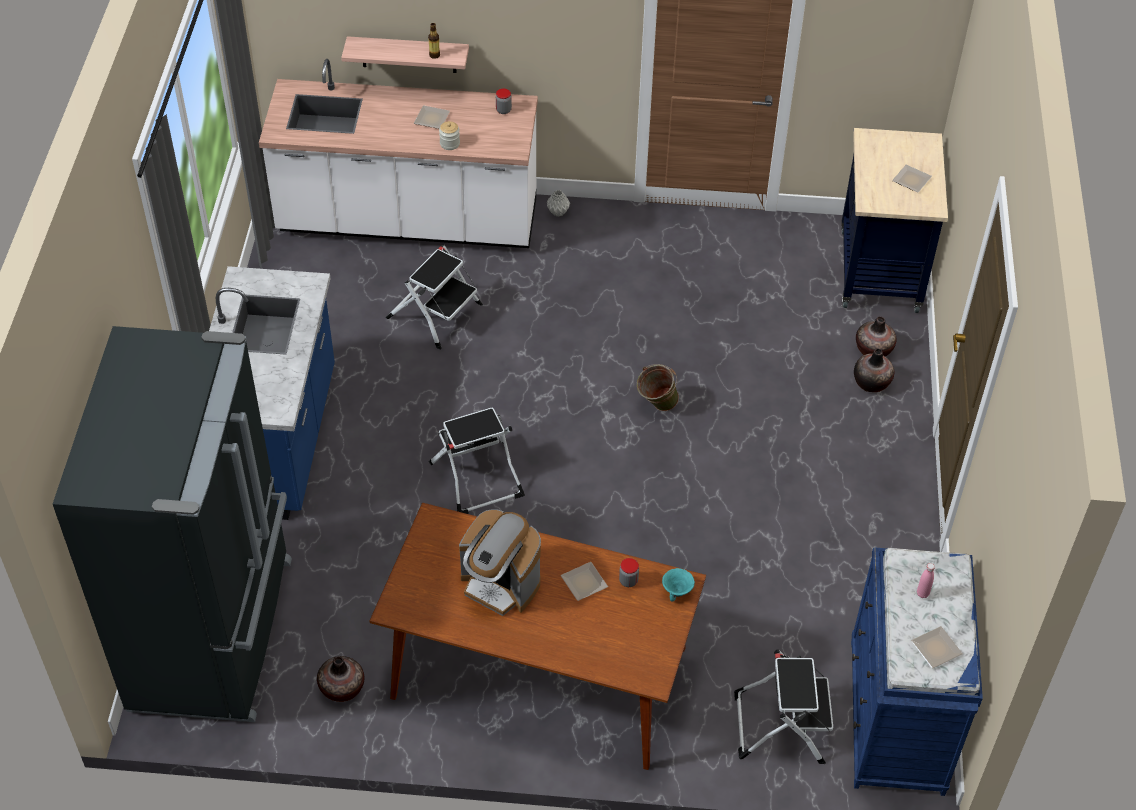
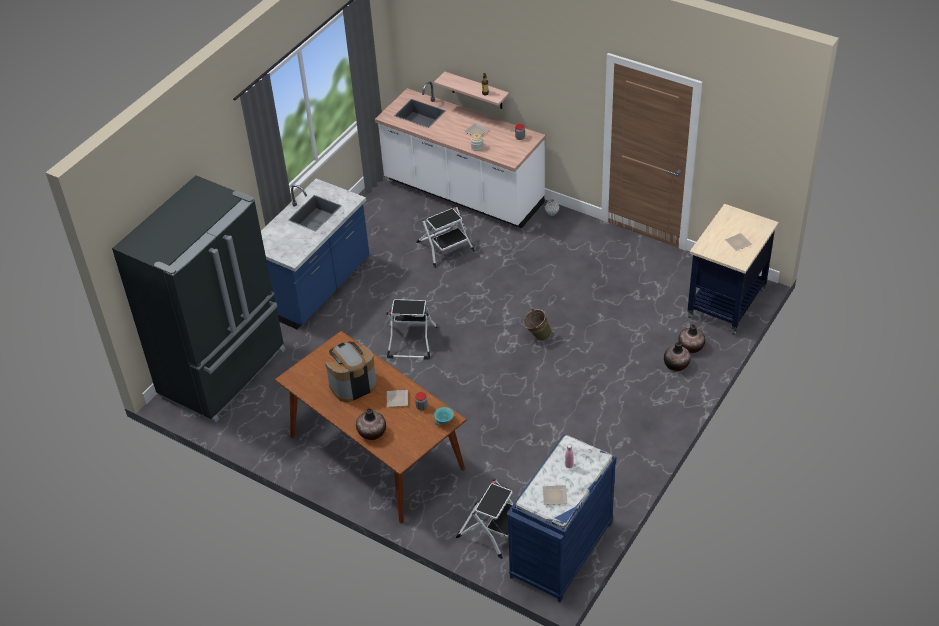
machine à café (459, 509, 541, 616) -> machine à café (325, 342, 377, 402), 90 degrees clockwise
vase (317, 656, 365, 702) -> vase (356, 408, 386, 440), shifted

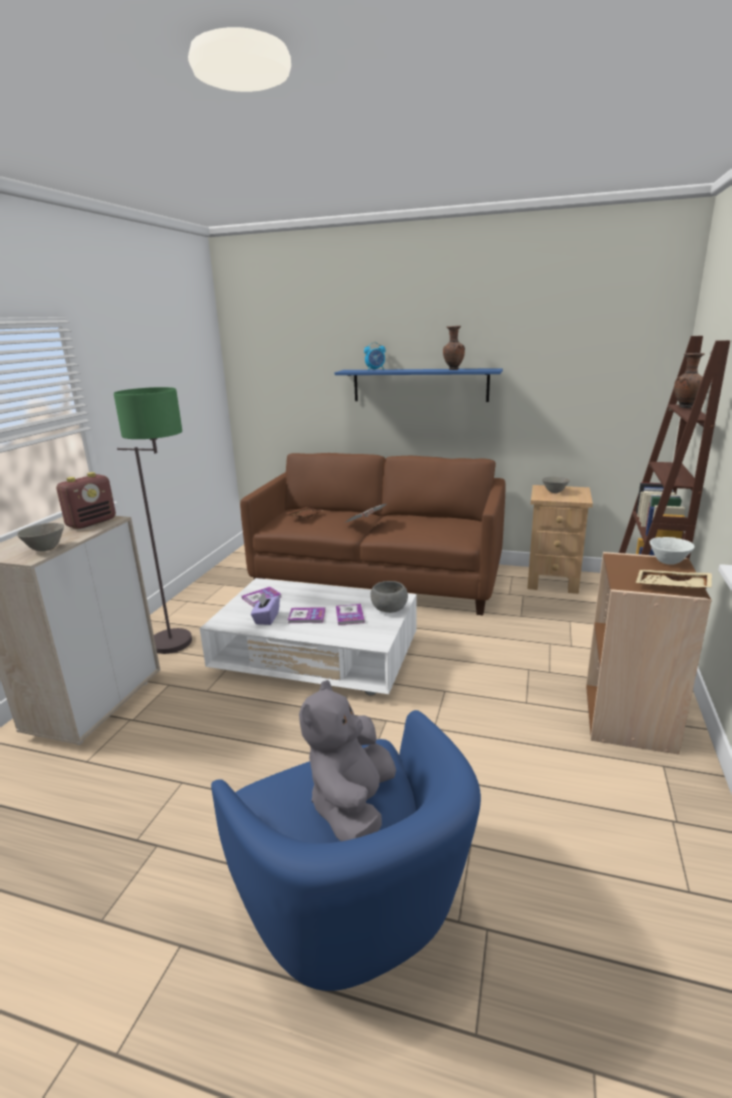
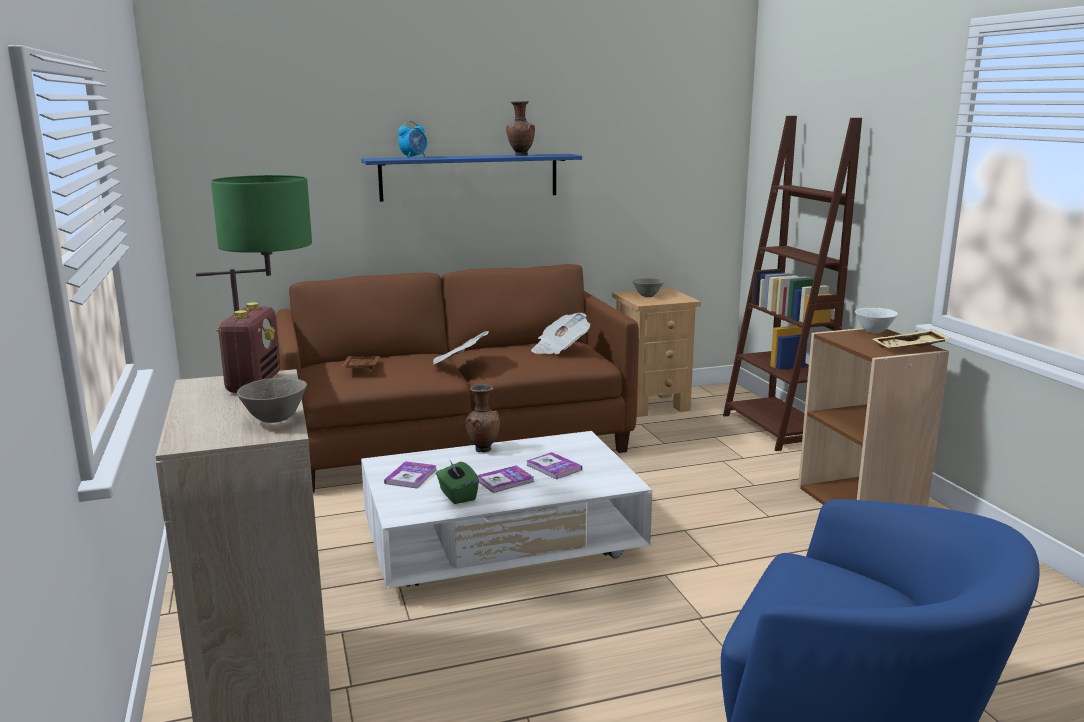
boîte à mouchoirs [violet] (251, 592, 280, 625) -> boîte à mouchoirs [vert] (436, 459, 479, 504)
vase [marron] (674, 353, 704, 408) -> vase [marron] (466, 384, 500, 452), shifted
none -> journal (531, 313, 590, 354)
peluche [gris] (299, 680, 396, 841) -> none
bol [gris] (370, 581, 408, 613) -> none

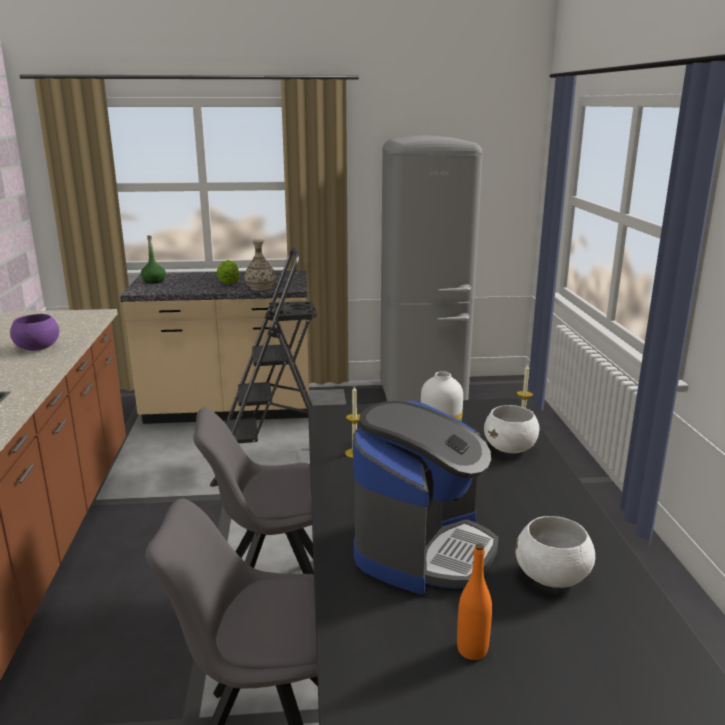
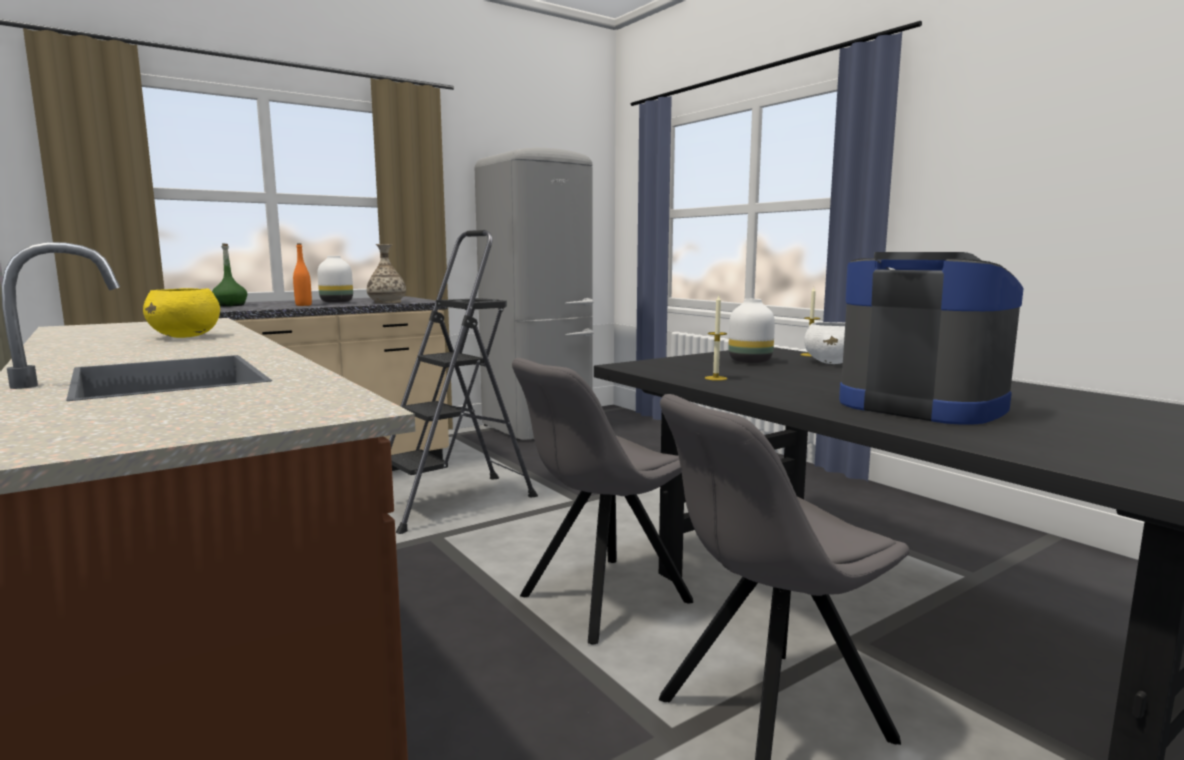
bol [violet] (10, 314, 59, 351) -> bol [jaune] (143, 288, 220, 338)
bouteille [orange] (457, 544, 492, 660) -> bouteille [orange] (293, 243, 312, 306), shifted
laitue (216, 260, 239, 284) -> vase [blanc] (317, 256, 353, 303)
machine à café (353, 401, 499, 595) -> machine à café (839, 252, 1024, 425), 45 degrees counterclockwise
bol [blanc] (515, 516, 595, 588) -> none

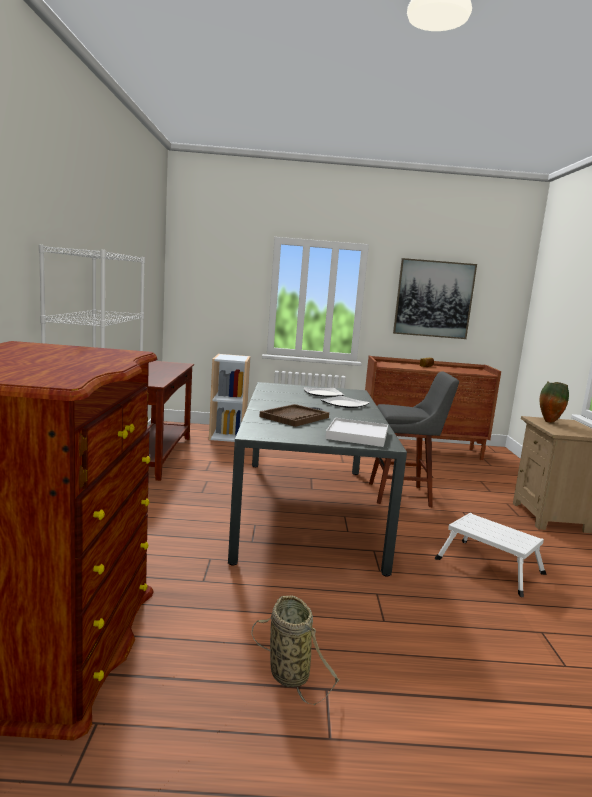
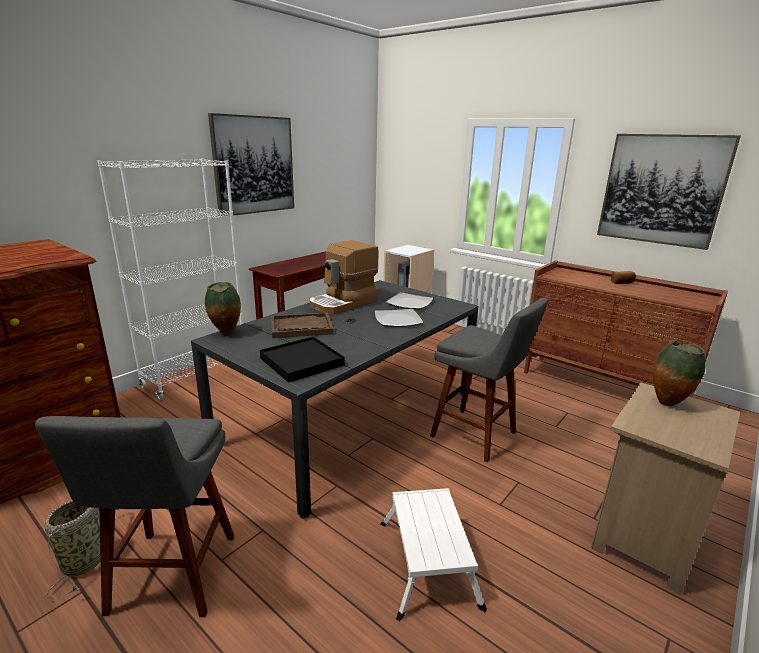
none -> tabouret [gris] (35, 416, 234, 617)
none -> vase (205, 282, 241, 335)
none -> tableau (208, 113, 294, 217)
plateau [blanc] (325, 418, 388, 447) -> plateau [noir] (260, 337, 345, 383)
none -> machine à café (310, 240, 379, 314)

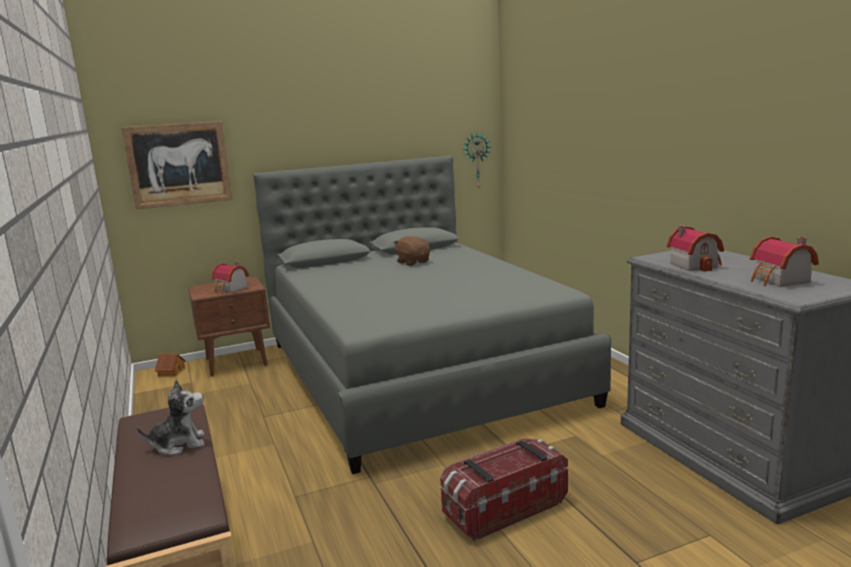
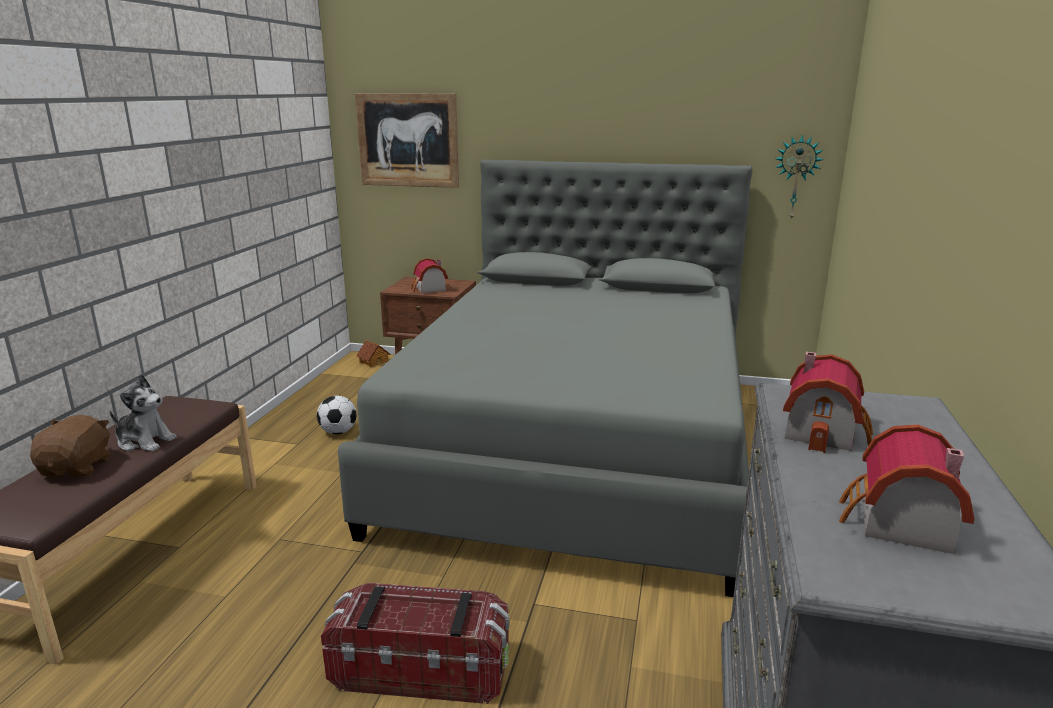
peluche [marron] (393, 236, 430, 266) -> peluche [marron] (30, 415, 111, 477), shifted
none -> ballon de foot (317, 396, 357, 434)

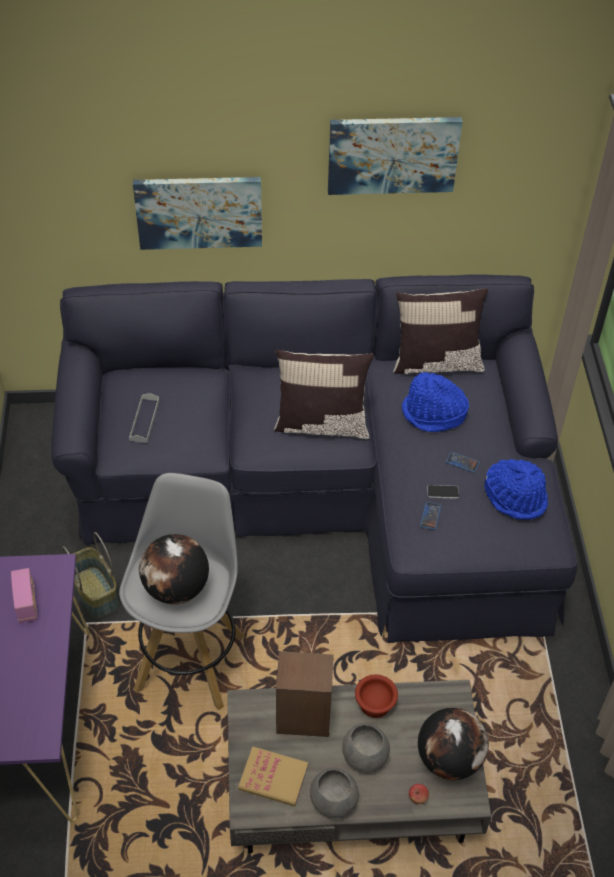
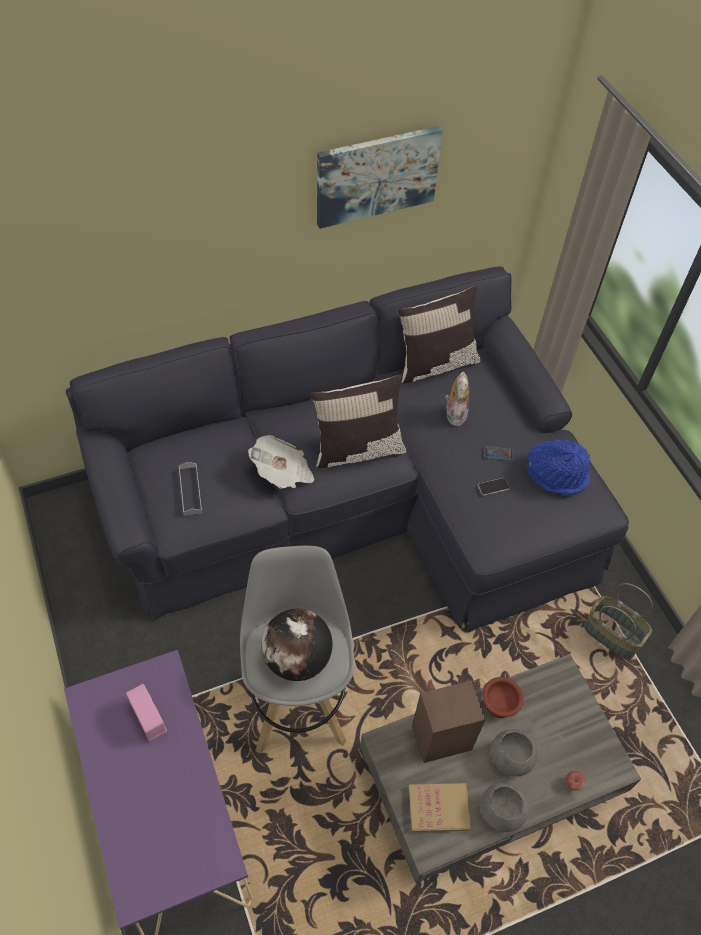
none -> journal (248, 435, 315, 489)
chapeau [bleu] (402, 372, 469, 432) -> peluche (445, 372, 470, 426)
panier (62, 532, 119, 618) -> panier (584, 583, 653, 659), shifted
tableau (133, 177, 262, 250) -> none
globe (418, 708, 489, 780) -> none
téléphone (420, 502, 441, 530) -> none

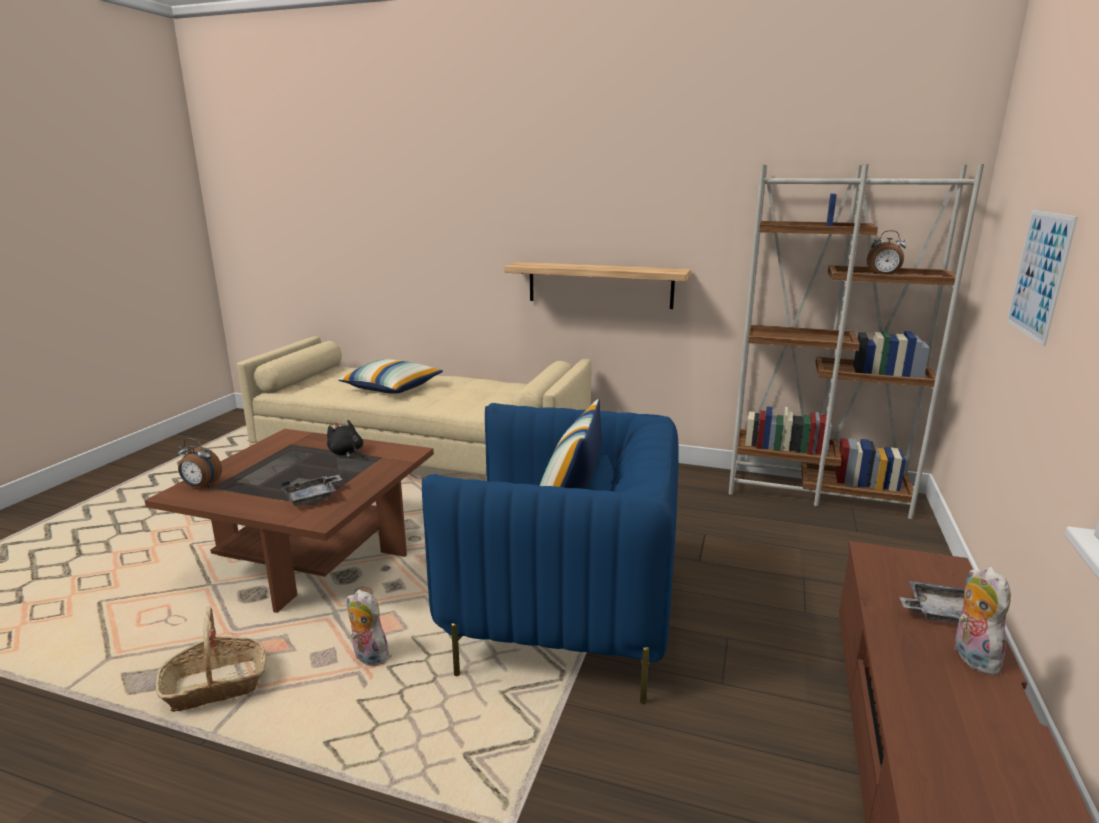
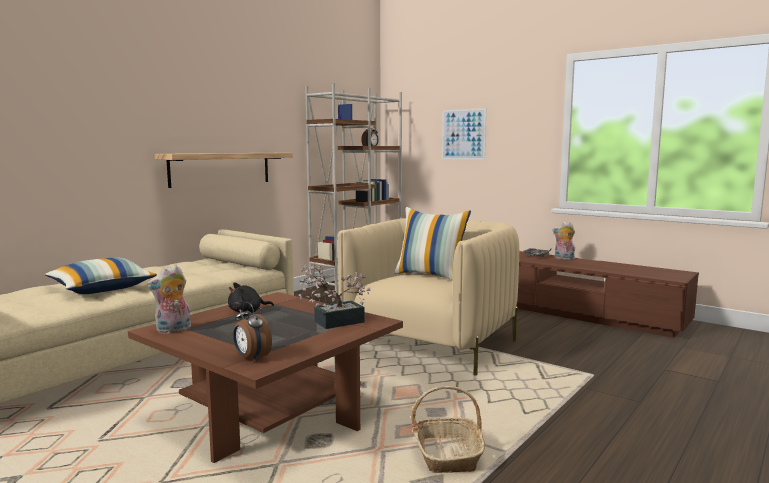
peluche (347, 590, 390, 666) -> peluche (147, 265, 191, 334), shifted
réveil (177, 438, 222, 488) -> réveil (233, 302, 272, 362), 105 degrees clockwise
plateau [gris] (282, 475, 342, 506) -> plante en pot (299, 265, 370, 329)
fauteuil [bleu] (422, 403, 679, 704) -> fauteuil [beige] (337, 218, 519, 376)

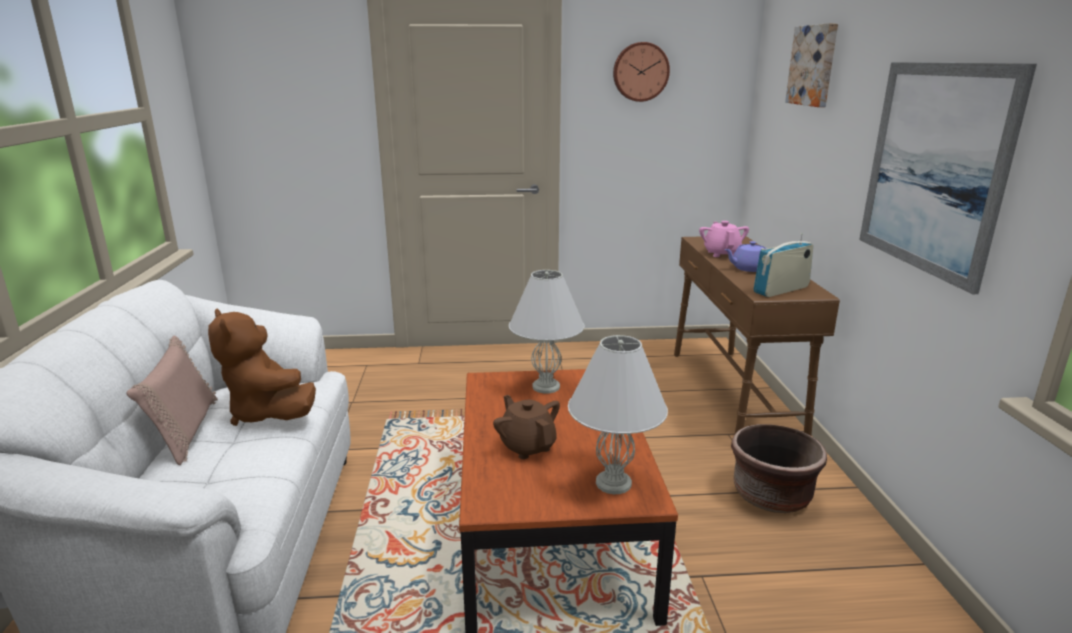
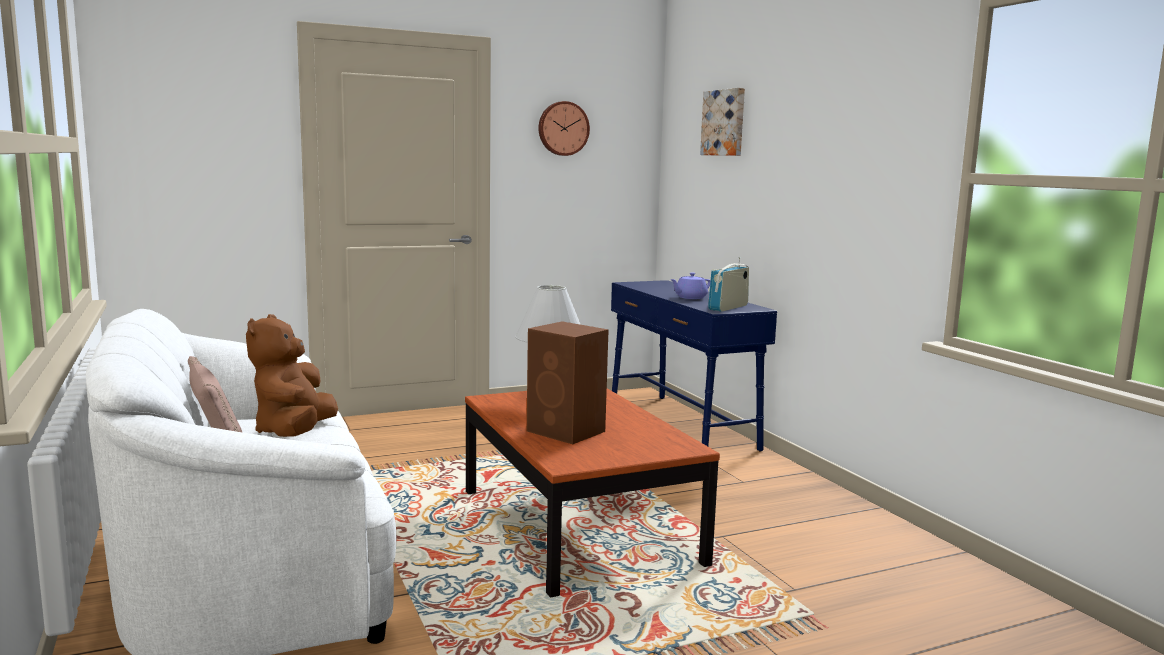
peluche [marron] (208, 309, 316, 426) -> peluche [marron] (246, 314, 338, 437), 60 degrees clockwise
théière [marron] (493, 395, 560, 459) -> enceinte [marron] (527, 321, 609, 444)
table console [marron] (674, 236, 840, 436) -> table console [bleu] (611, 280, 777, 451)
lampe de table [blanc] (568, 335, 668, 494) -> none
théière [rose] (699, 221, 749, 257) -> none
cache-pot [marron] (731, 424, 827, 513) -> none
tableau (859, 62, 1037, 294) -> none

